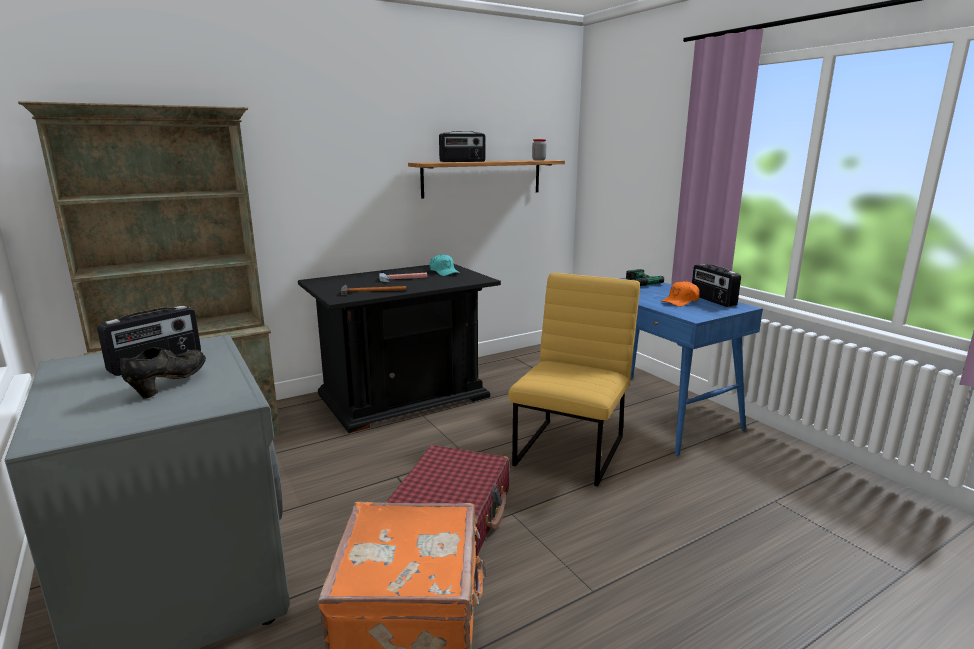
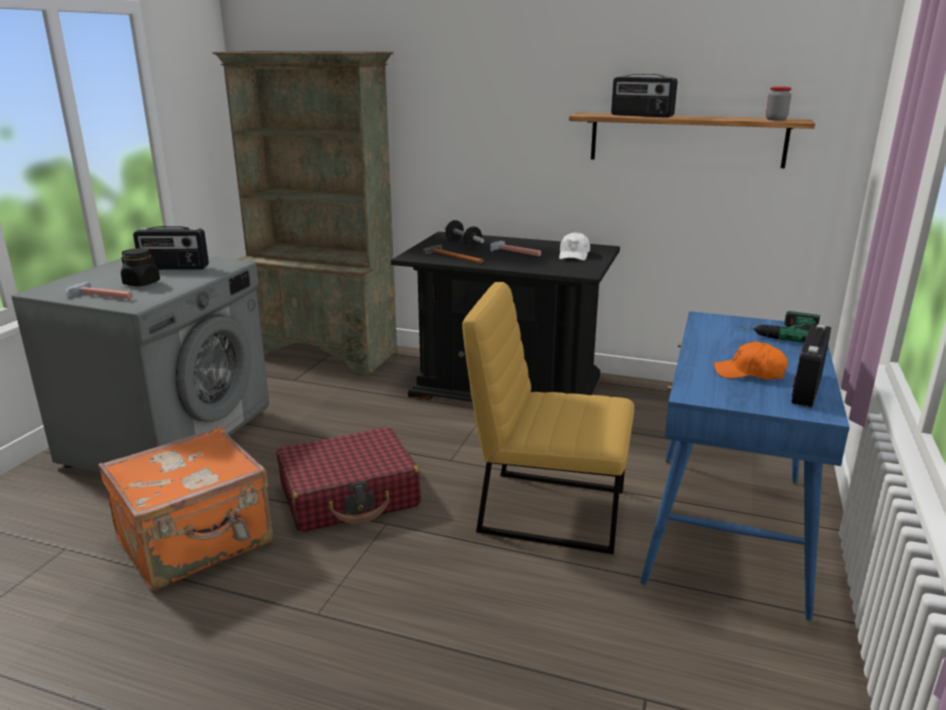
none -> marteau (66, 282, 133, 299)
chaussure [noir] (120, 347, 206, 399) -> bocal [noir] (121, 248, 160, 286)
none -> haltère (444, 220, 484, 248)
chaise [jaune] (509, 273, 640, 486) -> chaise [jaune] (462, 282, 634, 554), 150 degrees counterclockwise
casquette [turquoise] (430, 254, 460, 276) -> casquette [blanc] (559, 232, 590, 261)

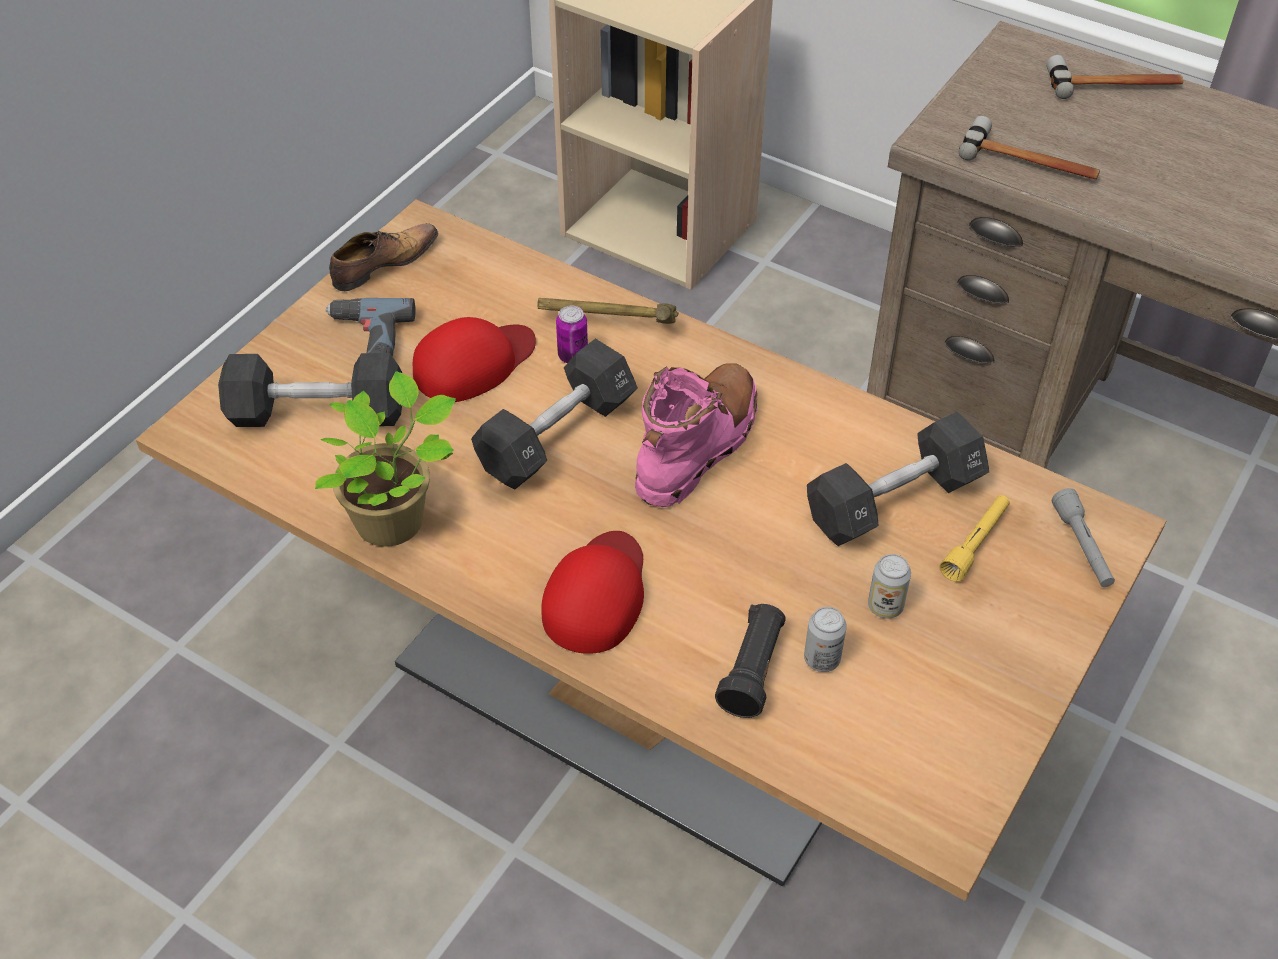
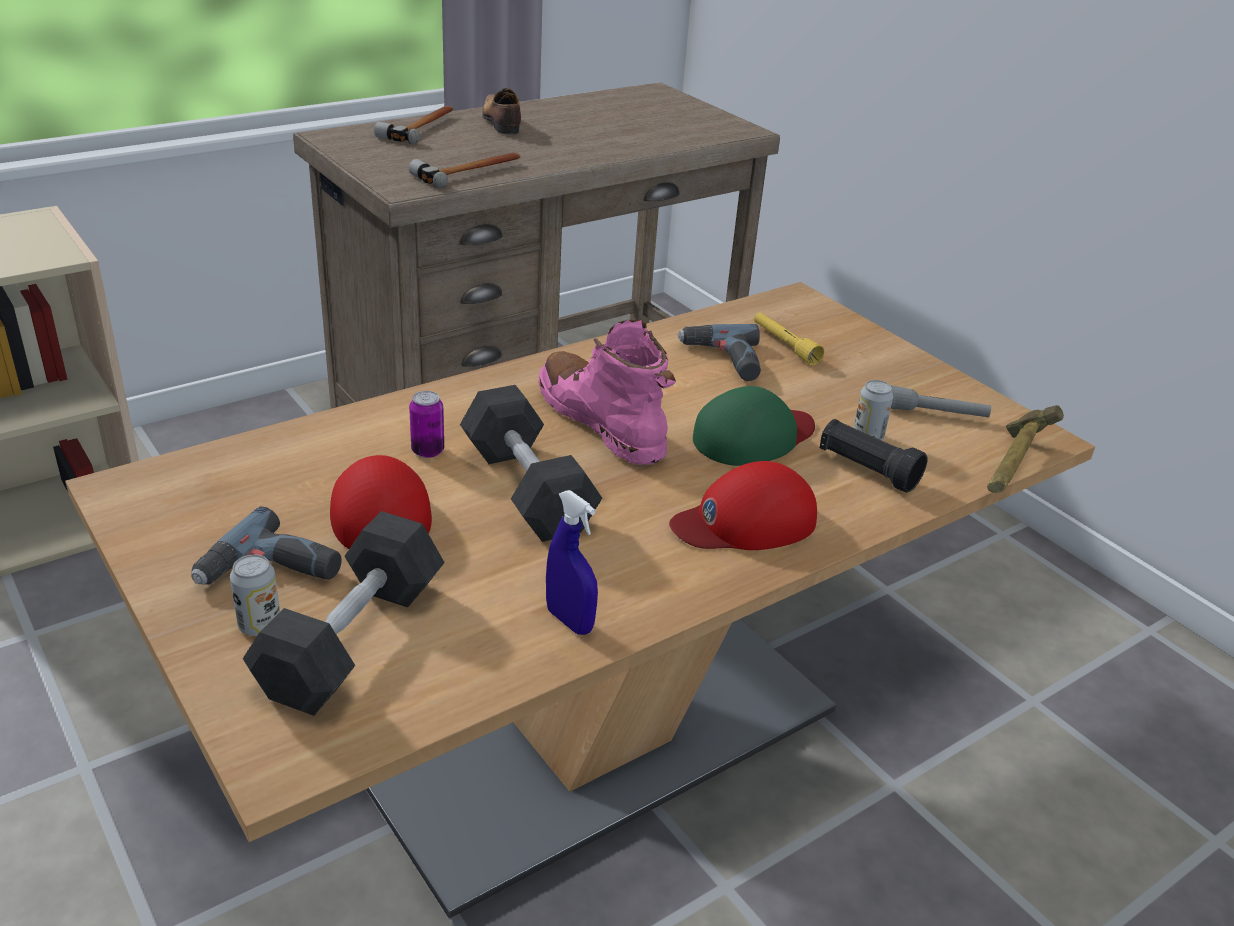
boîte métallique (868, 554, 911, 618) -> boîte métallique (230, 554, 280, 636), shifted
chaussure (329, 223, 439, 291) -> chaussure (482, 88, 521, 134), shifted
plante en pot (315, 371, 456, 547) -> vaporisateur [bleu] (546, 490, 598, 635)
casquette [rouge] (541, 531, 644, 654) -> casquette [rouge] (669, 461, 817, 550), 60 degrees counterclockwise
haltère [noir] (807, 412, 989, 546) -> perceuse (677, 324, 761, 381)
none -> casquette [vert] (693, 386, 815, 466)
lampe de poche [gris] (1052, 488, 1115, 587) -> lampe de poche [gris] (891, 385, 991, 418), shifted
marteau (537, 298, 679, 324) -> marteau (987, 405, 1064, 493), shifted

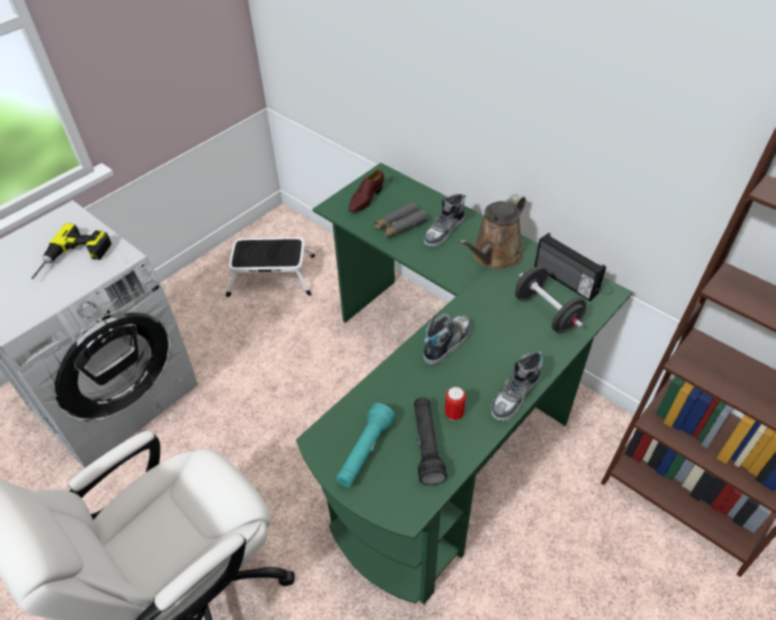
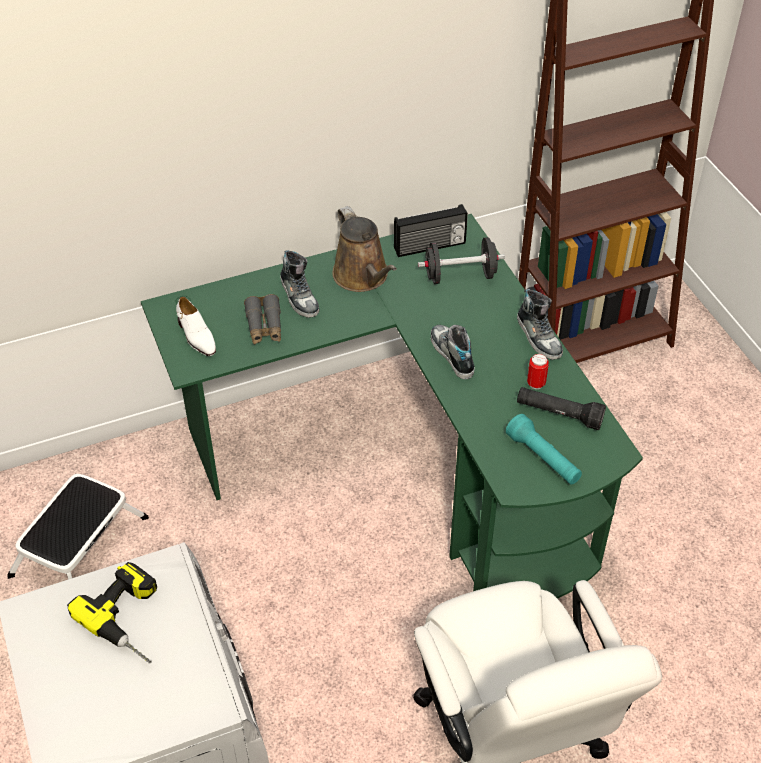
chaussure [marron] (349, 169, 384, 213) -> chaussure [blanc] (176, 297, 216, 356)

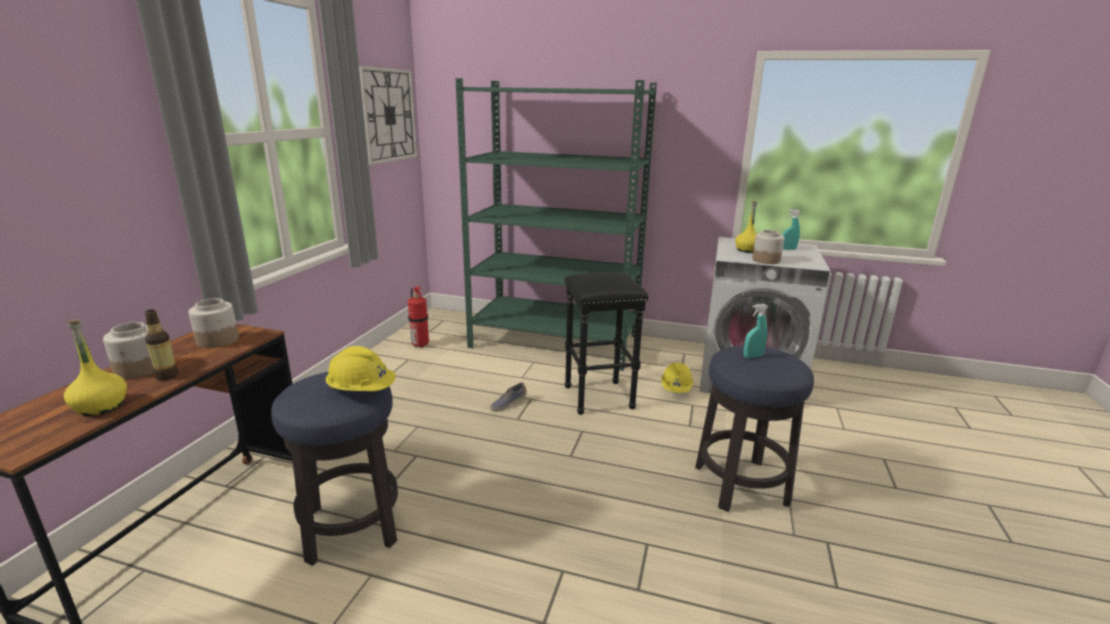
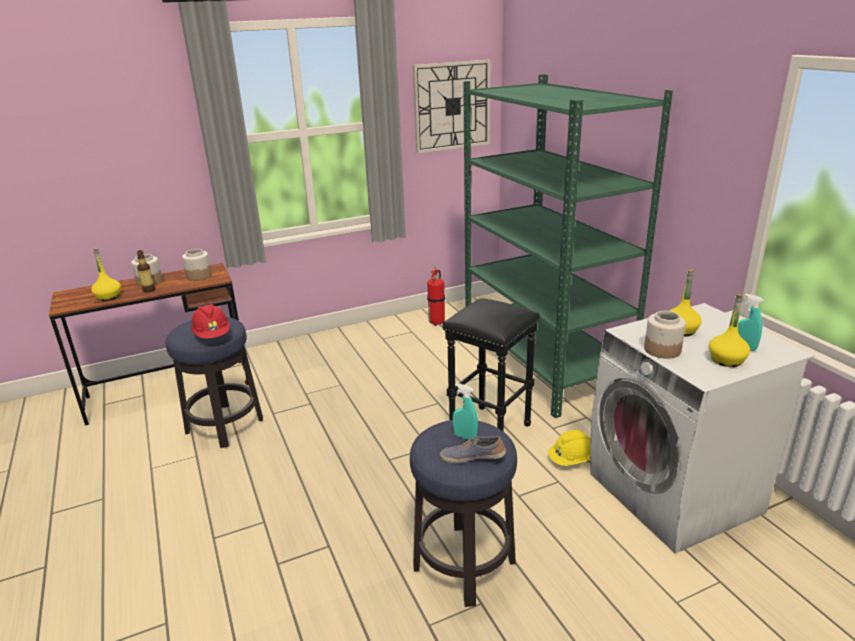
casque de chantier [jaune] (325, 346, 396, 391) -> casque de chantier [rouge] (191, 304, 230, 339)
chaussure (490, 382, 527, 412) -> chaussure (440, 436, 506, 463), shifted
none -> bouteille [jaune] (709, 294, 750, 367)

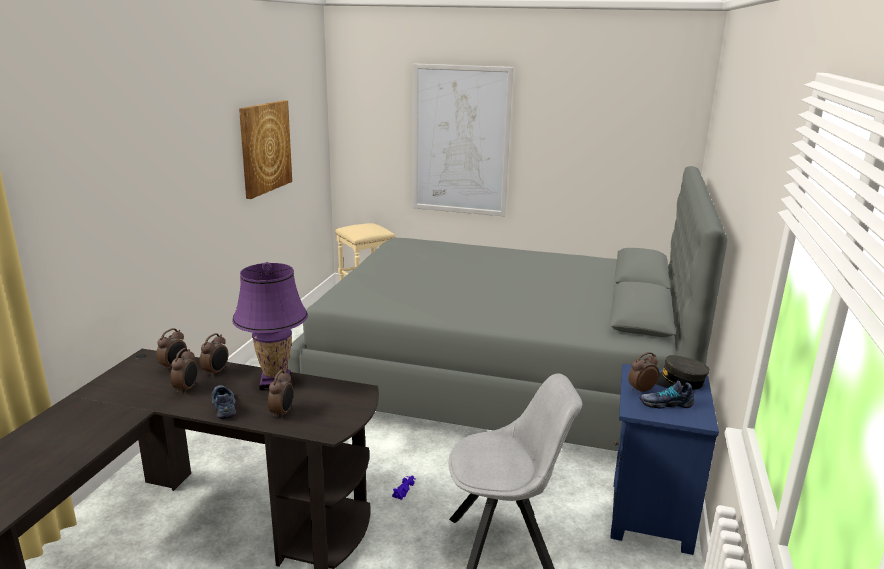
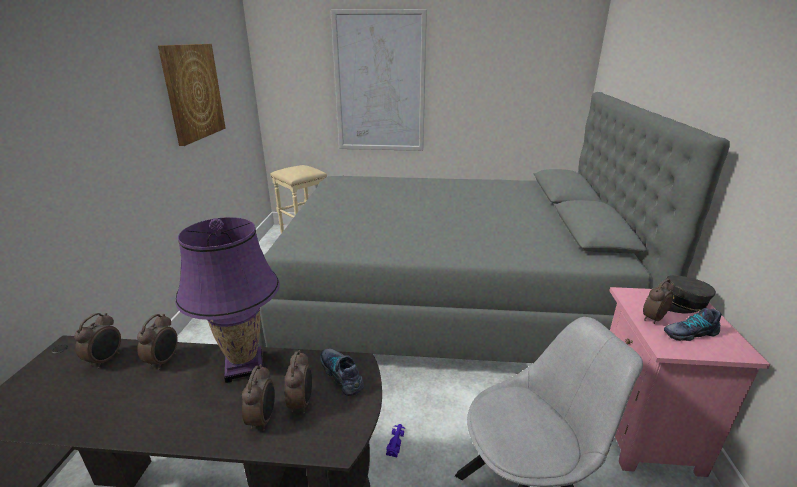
réveil (171, 348, 198, 394) -> réveil (285, 350, 312, 414), shifted
chaussure (211, 385, 236, 419) -> chaussure (320, 348, 364, 396), shifted
table de chevet [bleu] (611, 364, 719, 555) -> table de chevet [rose] (609, 287, 770, 477)

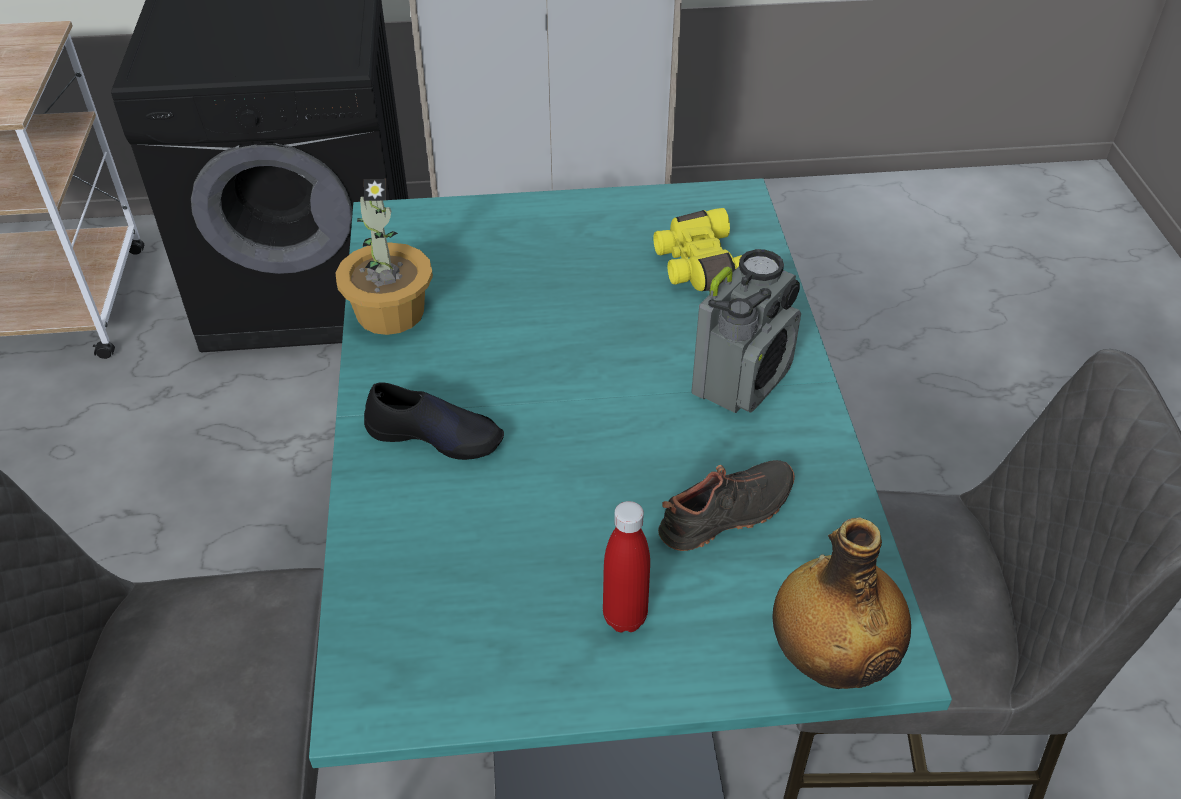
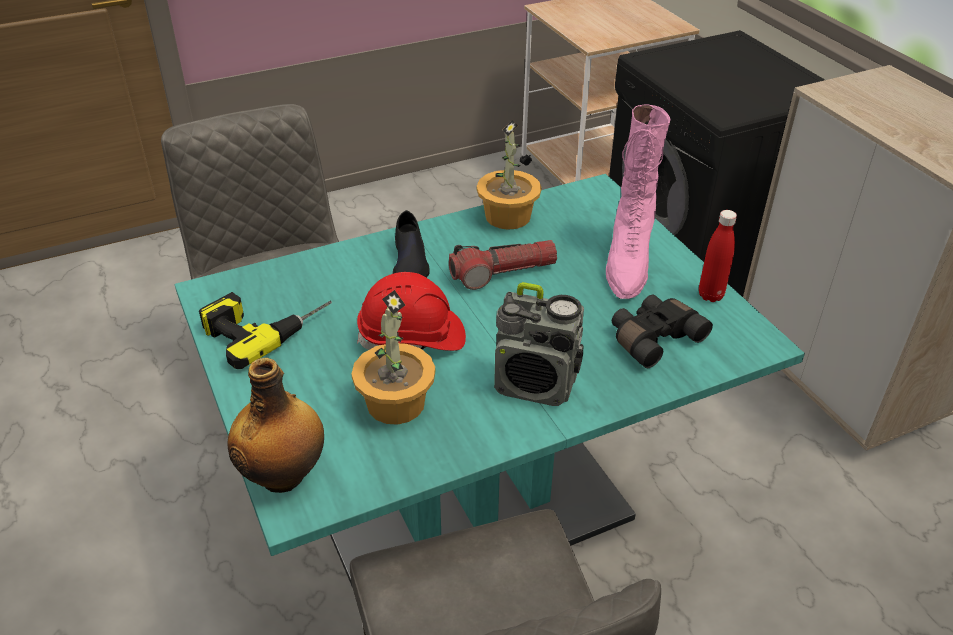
none -> perceuse (199, 292, 332, 369)
chaussure [noir] (658, 460, 795, 551) -> plante en pot (351, 290, 435, 425)
none -> casque de chantier [rouge] (357, 272, 466, 351)
none -> lampe de poche (449, 240, 557, 290)
none -> botte [rose] (606, 105, 671, 299)
jumelles [jaune] (653, 208, 742, 291) -> jumelles [noir] (612, 295, 713, 368)
bouteille [rouge] (603, 501, 650, 632) -> bouteille [rouge] (699, 210, 737, 302), shifted

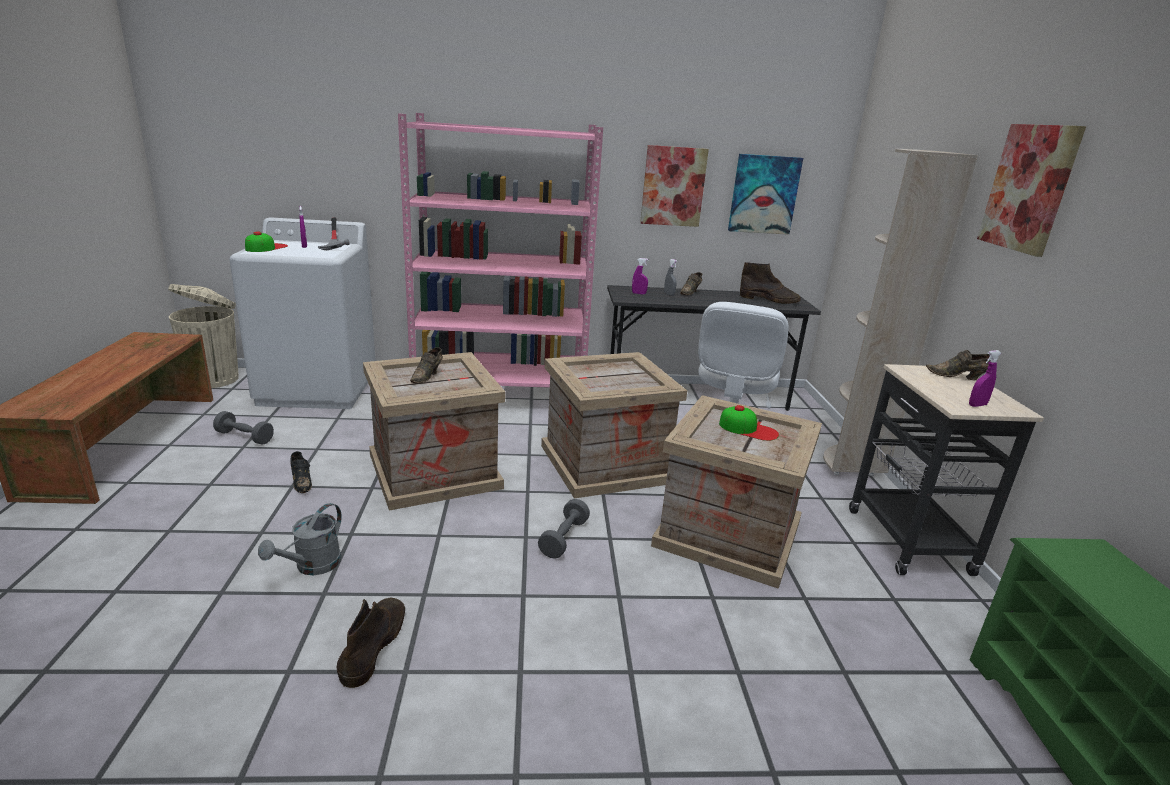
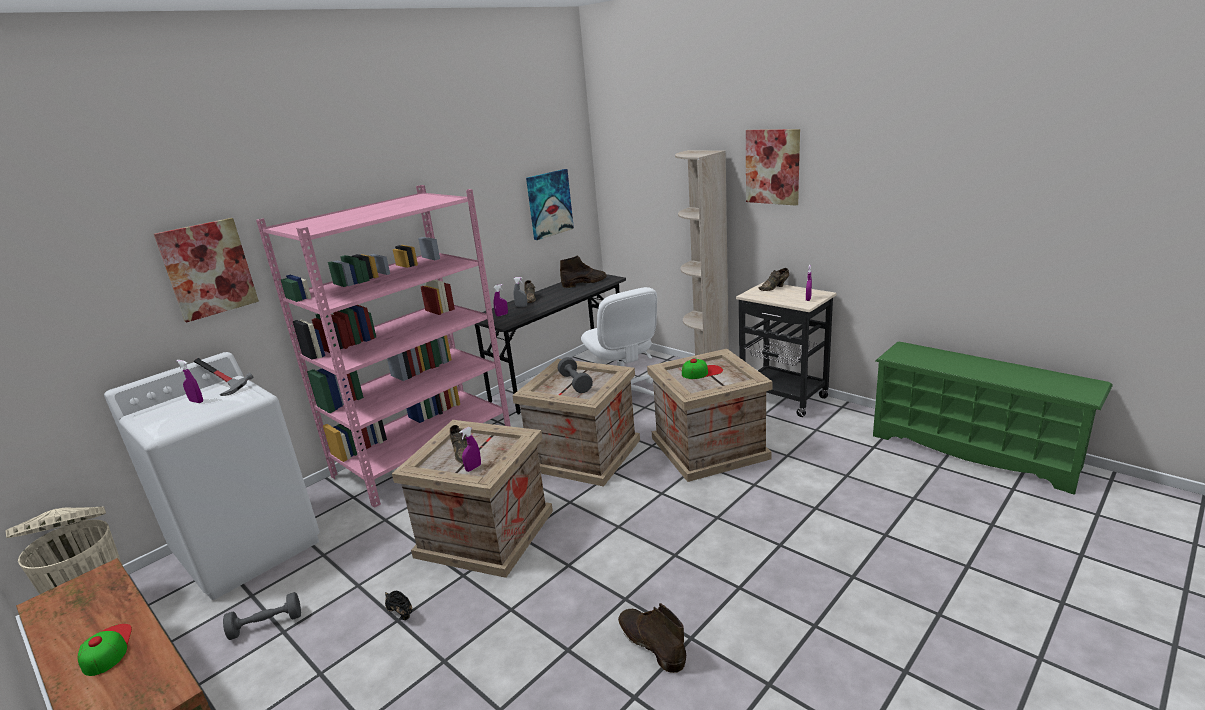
casquette (245, 231, 288, 252) -> casquette (78, 624, 132, 676), shifted
tableau (640, 145, 709, 227) -> tableau (154, 218, 259, 323), shifted
chaussure [noir] (290, 451, 312, 493) -> chaussure [noir] (385, 591, 412, 620), 150 degrees counterclockwise
none -> vaporisateur [violet] (459, 427, 481, 472)
haltère [gris] (538, 499, 590, 558) -> haltère [gris] (558, 357, 593, 393), shifted
arrosoir [gris] (258, 503, 342, 575) -> none

